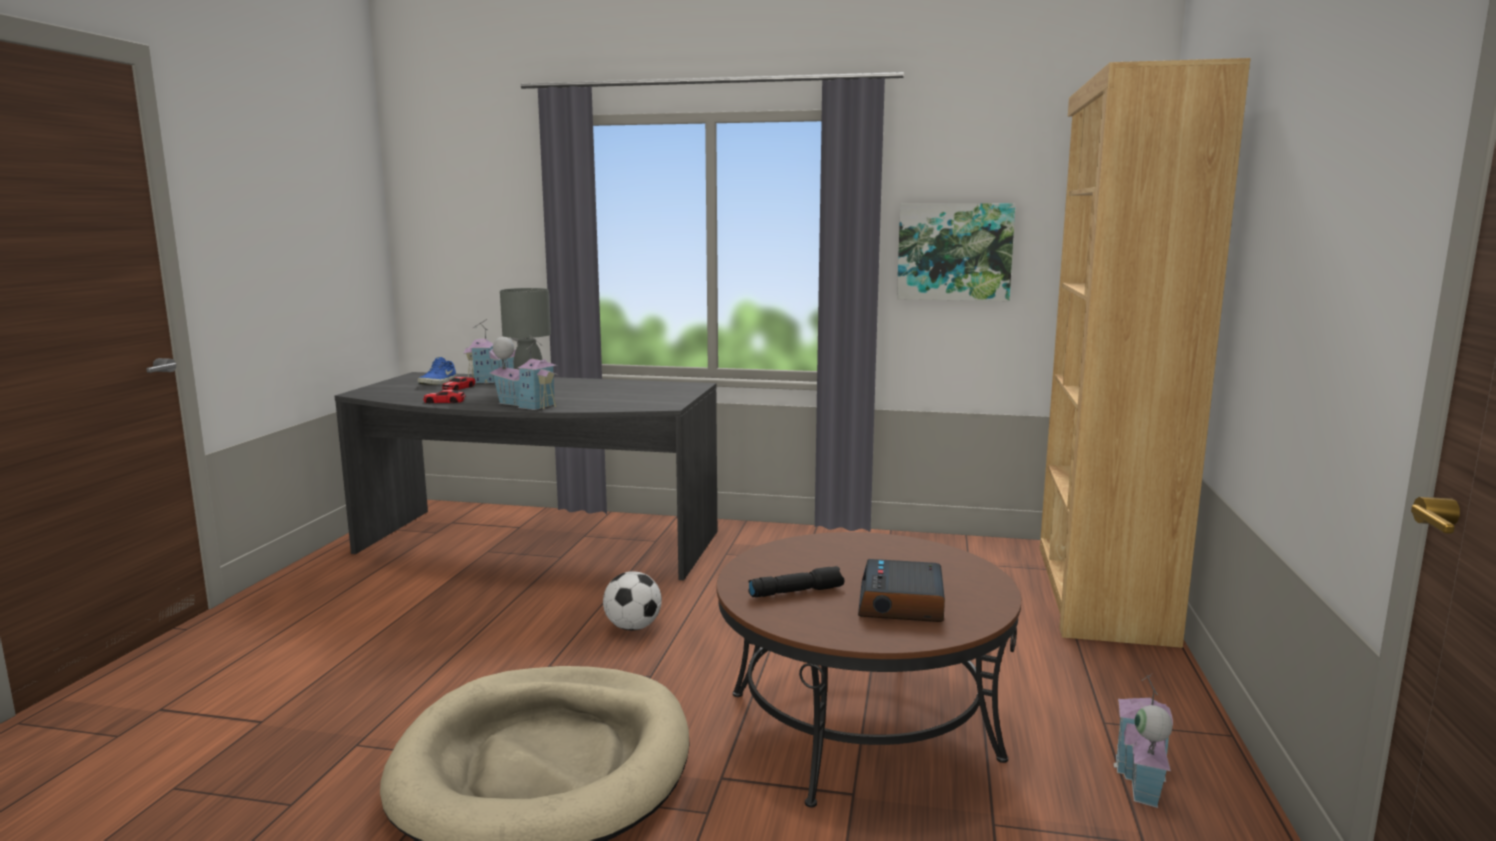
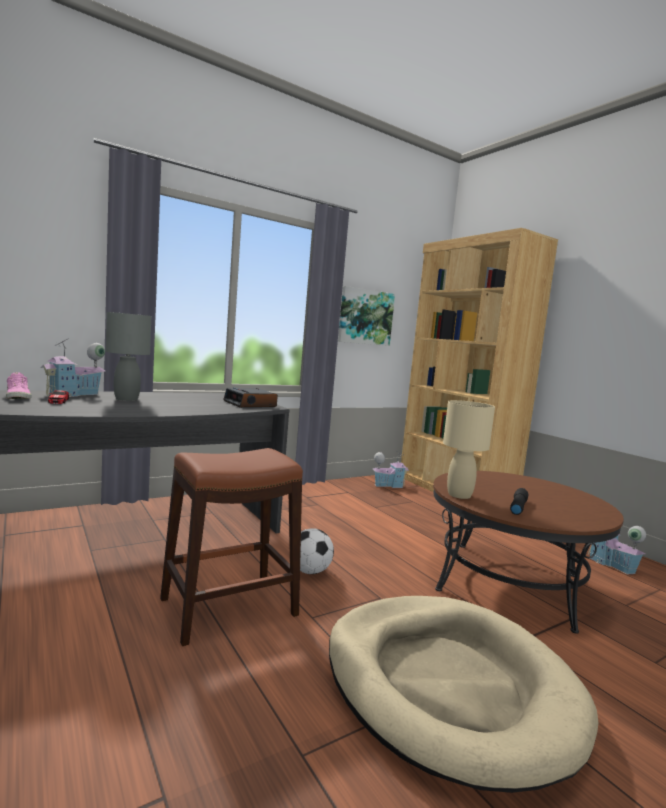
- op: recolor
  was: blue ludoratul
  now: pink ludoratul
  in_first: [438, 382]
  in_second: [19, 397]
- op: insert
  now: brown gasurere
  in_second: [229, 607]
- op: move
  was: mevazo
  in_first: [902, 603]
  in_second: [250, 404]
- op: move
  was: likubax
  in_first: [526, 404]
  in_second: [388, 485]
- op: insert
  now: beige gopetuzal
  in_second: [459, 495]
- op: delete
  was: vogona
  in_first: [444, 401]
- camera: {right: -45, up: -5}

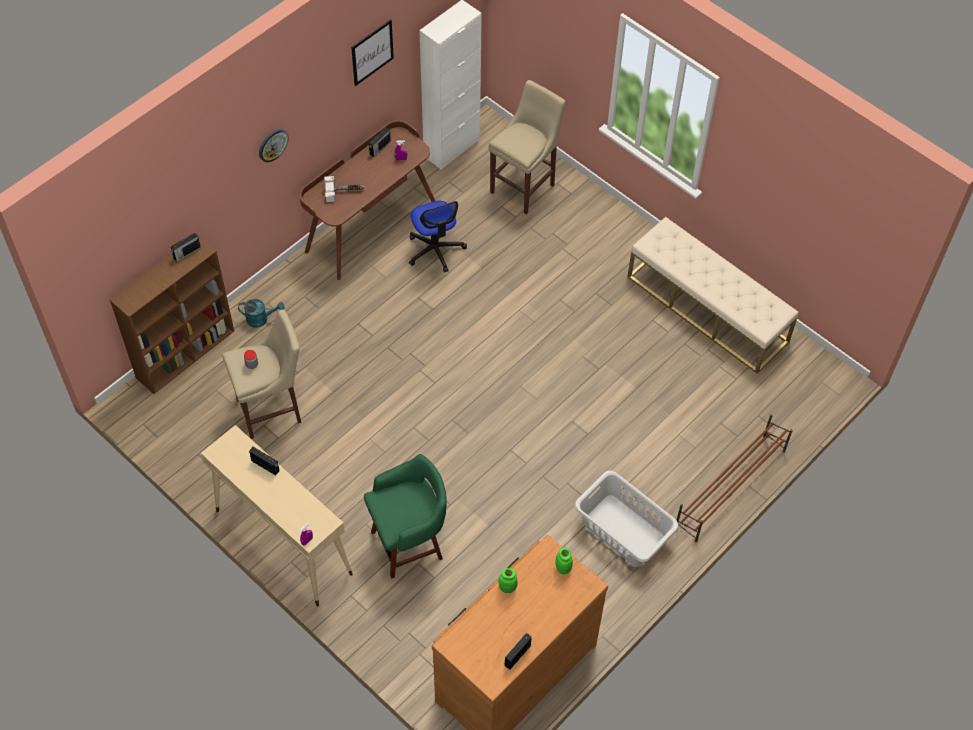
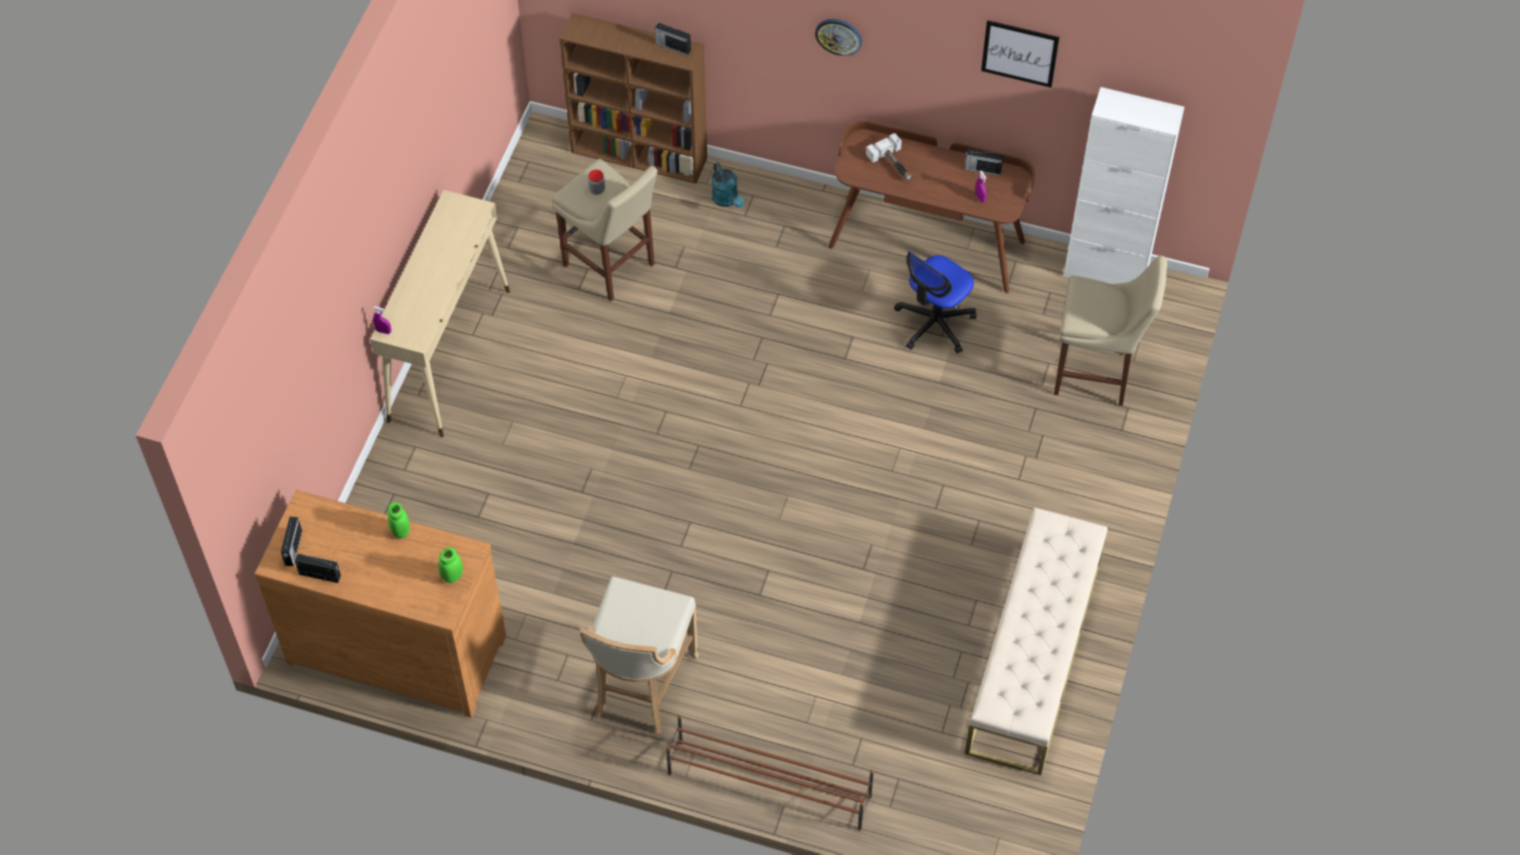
- op: move
  was: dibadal
  in_first: [265, 466]
  in_second: [293, 549]
- op: replace
  was: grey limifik
  now: beige gasurere
  in_first: [623, 531]
  in_second: [641, 687]
- op: delete
  was: green gasurere
  in_first: [409, 544]
- camera: {right: 65, up: 0}

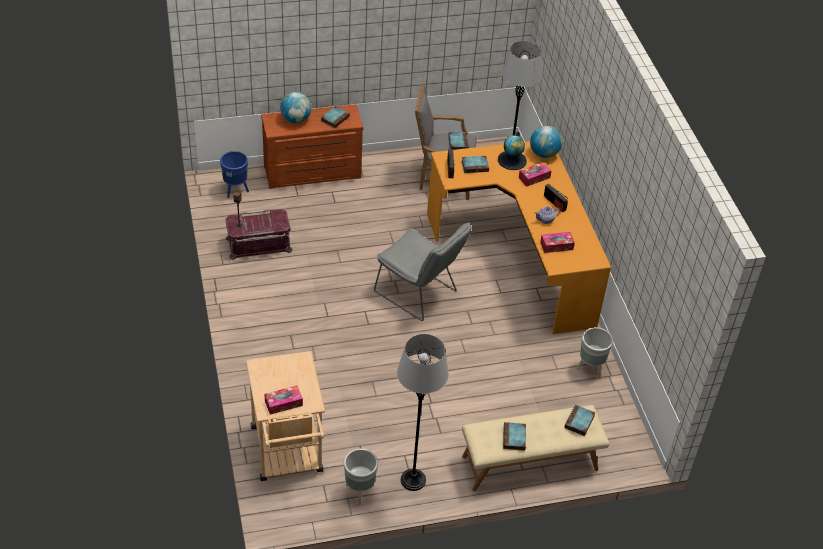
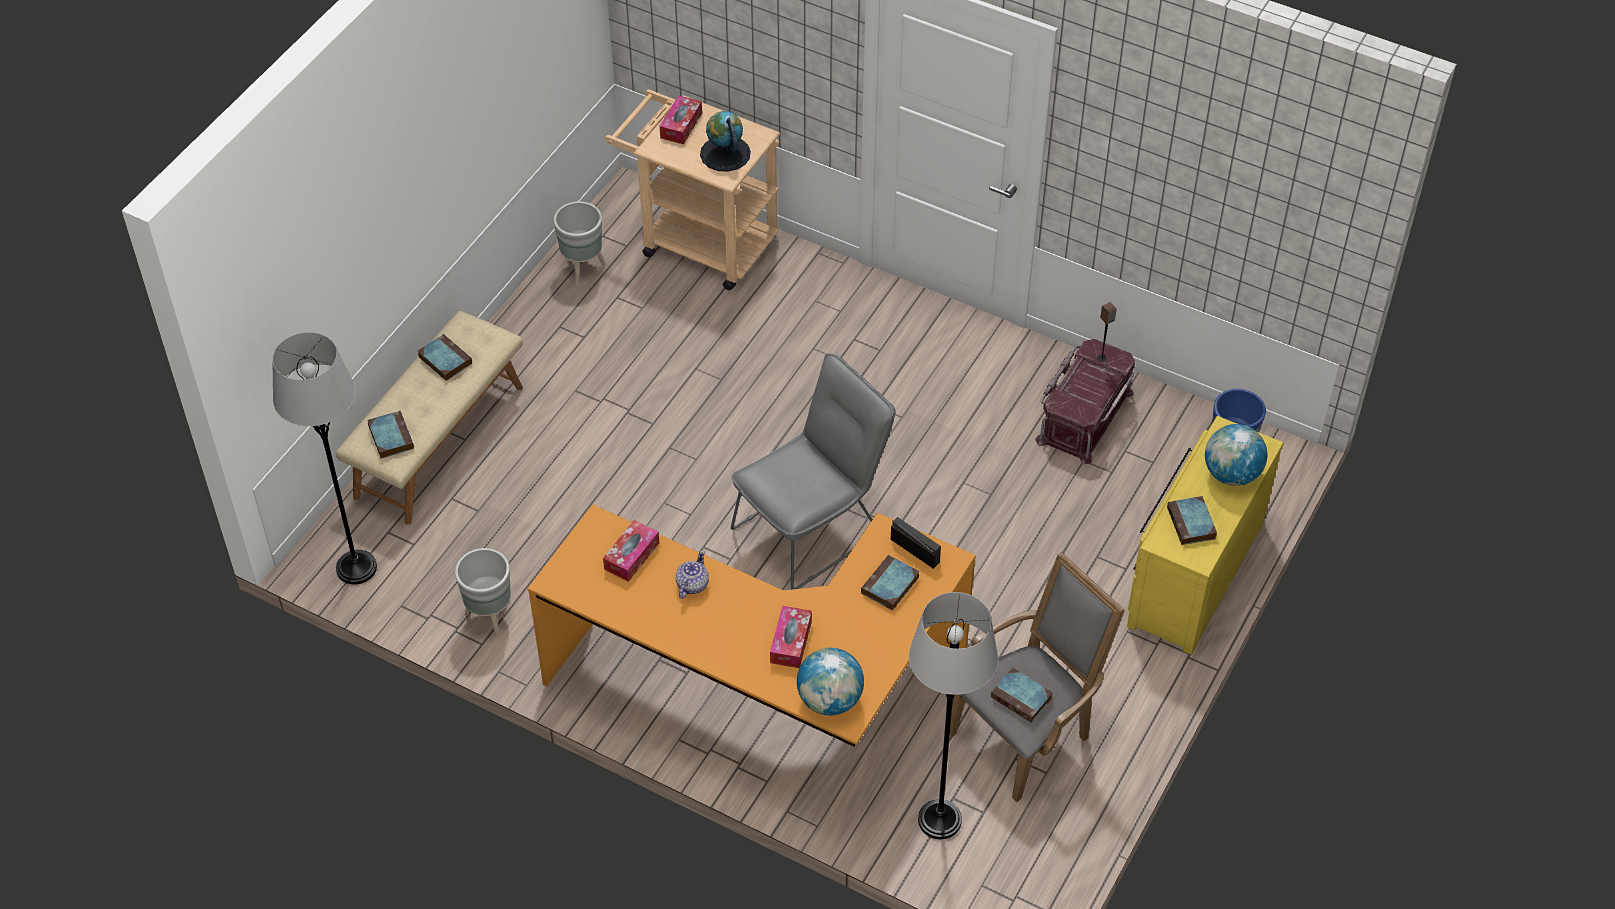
- op: move
  was: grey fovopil
  in_first: [413, 480]
  in_second: [356, 568]
- op: move
  was: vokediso
  in_first: [512, 160]
  in_second: [725, 154]
- op: rotate
  was: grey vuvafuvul
  in_first: [419, 294]
  in_second: [814, 527]
  clockwise: 150
- op: recolor
  was: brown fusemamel
  now: yellow fusemamel
  in_first: [313, 173]
  in_second: [1191, 572]
- op: delete
  was: dibadal
  in_first: [555, 203]
- camera: {right: 135, up: 5}

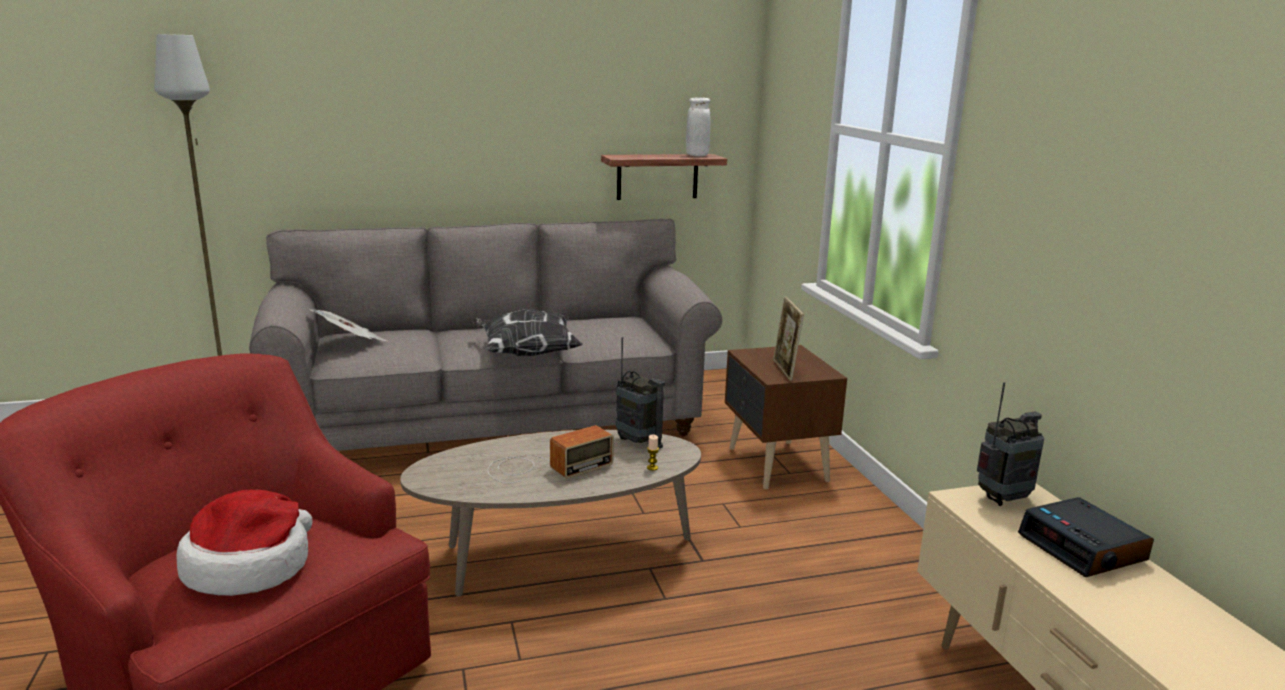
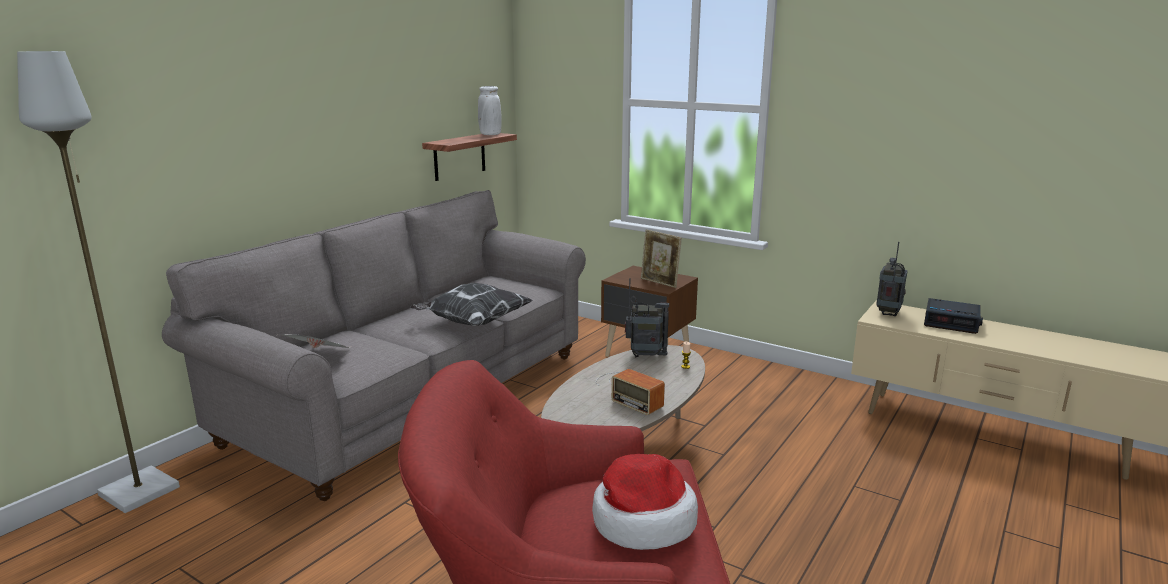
- op: rotate
  was: dibadal
  in_first: [545, 467]
  in_second: [629, 391]
  clockwise: 120
- camera: {right: -40, up: 0}

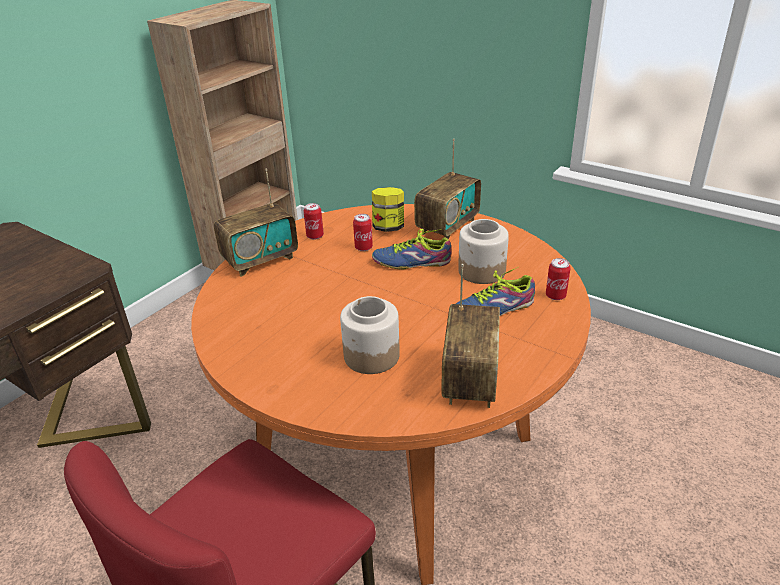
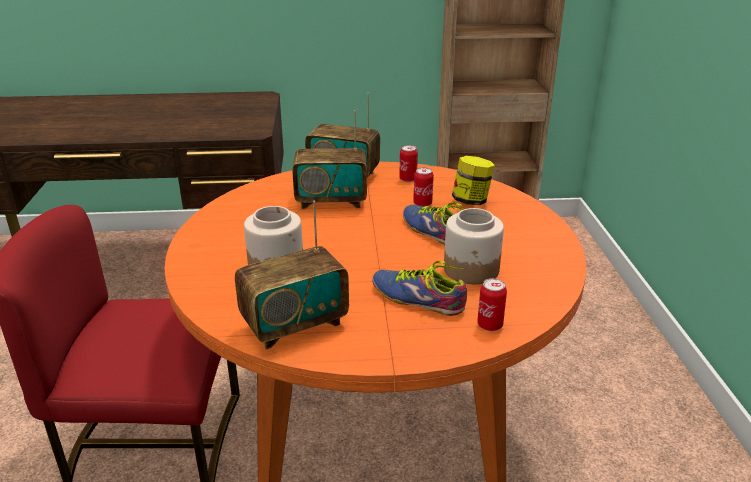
- op: move
  was: dibadal
  in_first: [447, 226]
  in_second: [331, 201]
- camera: {right: 50, up: -5}

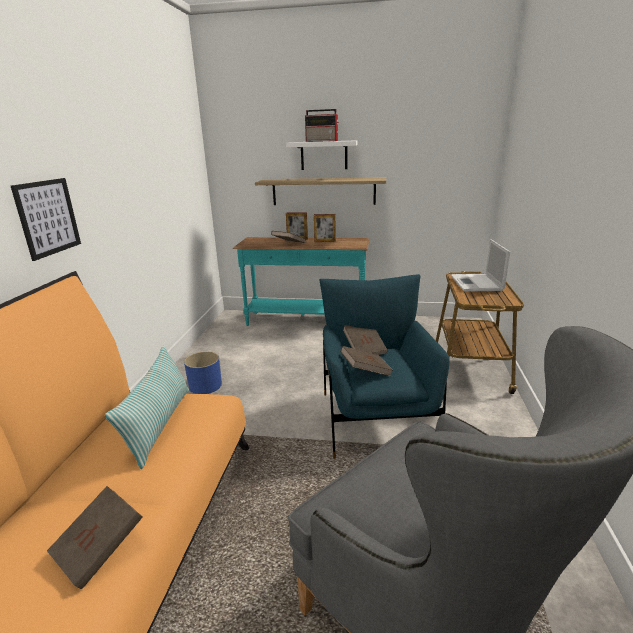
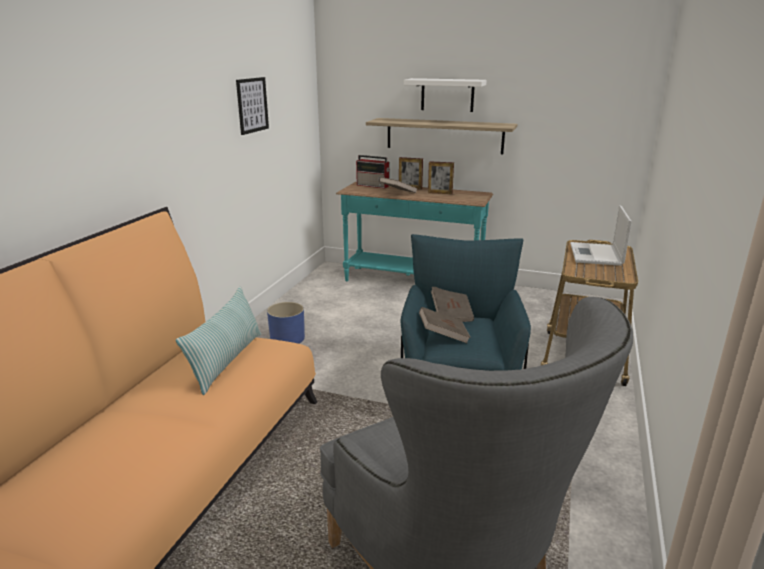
- op: move
  was: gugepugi
  in_first: [48, 217]
  in_second: [252, 105]
- op: move
  was: dibadal
  in_first: [322, 141]
  in_second: [373, 185]
- op: delete
  was: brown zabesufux
  in_first: [100, 549]
- camera: {right: 10, up: 0}

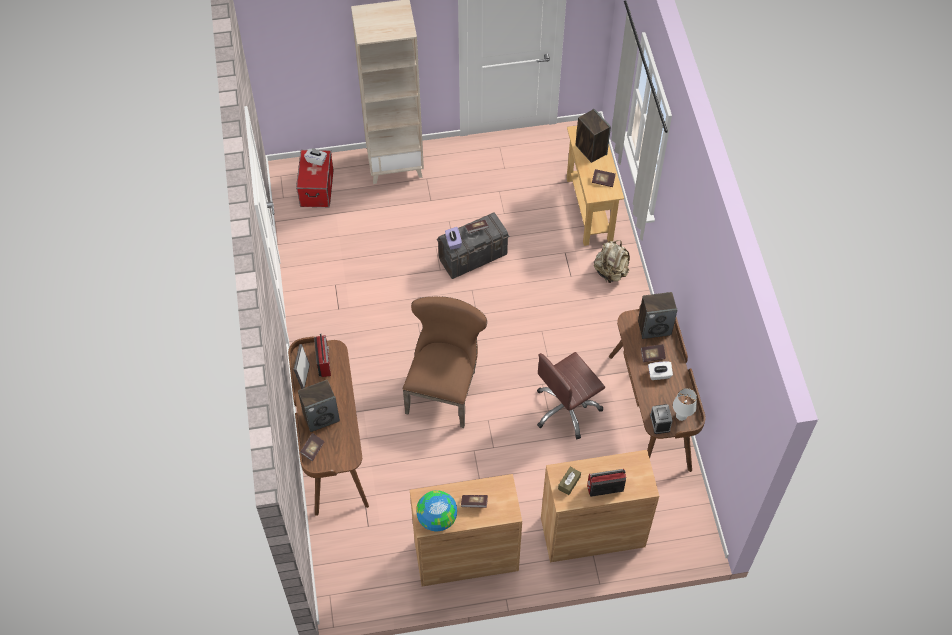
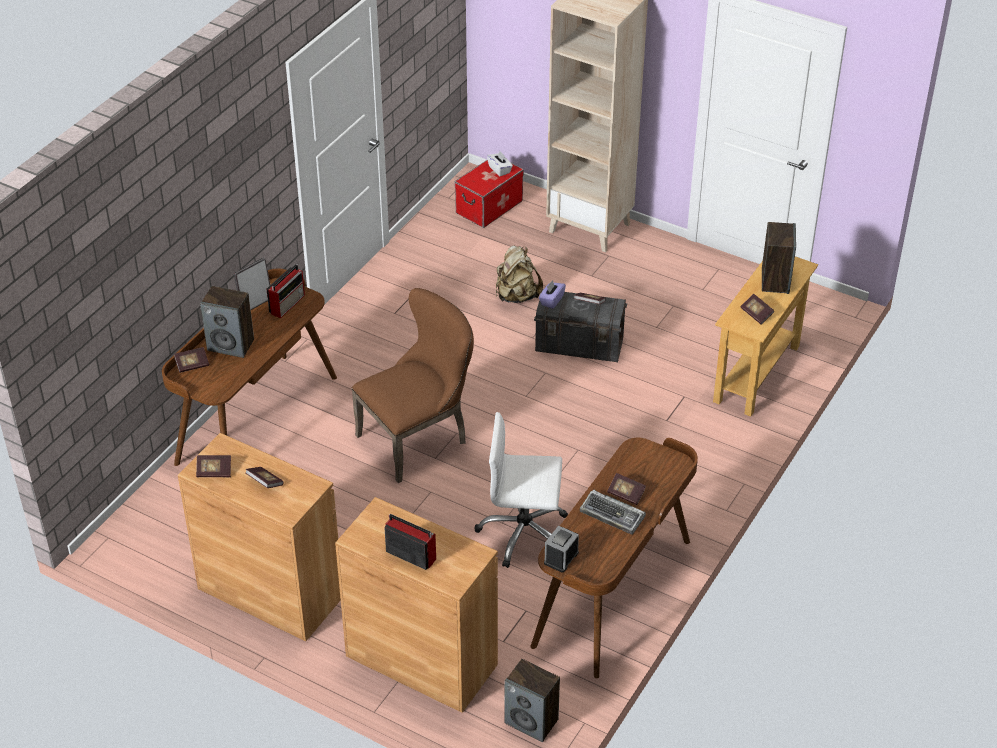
- op: replace
  was: vokediso
  now: zabesufux
  in_first: [436, 519]
  in_second: [214, 471]
- op: recolor
  was: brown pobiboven
  now: white pobiboven
  in_first: [567, 409]
  in_second: [523, 534]
- op: move
  was: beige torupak
  in_first: [611, 272]
  in_second: [516, 296]
- op: move
  was: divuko
  in_first: [654, 328]
  in_second: [532, 721]
- op: replace
  was: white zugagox
  now: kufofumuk
  in_first: [659, 375]
  in_second: [613, 515]
- op: delete
  was: brown zugagox
  in_first: [569, 483]
- op: delete
  was: white gopetuzal
  in_first: [681, 416]
- camera: {right: 40, up: -15}

